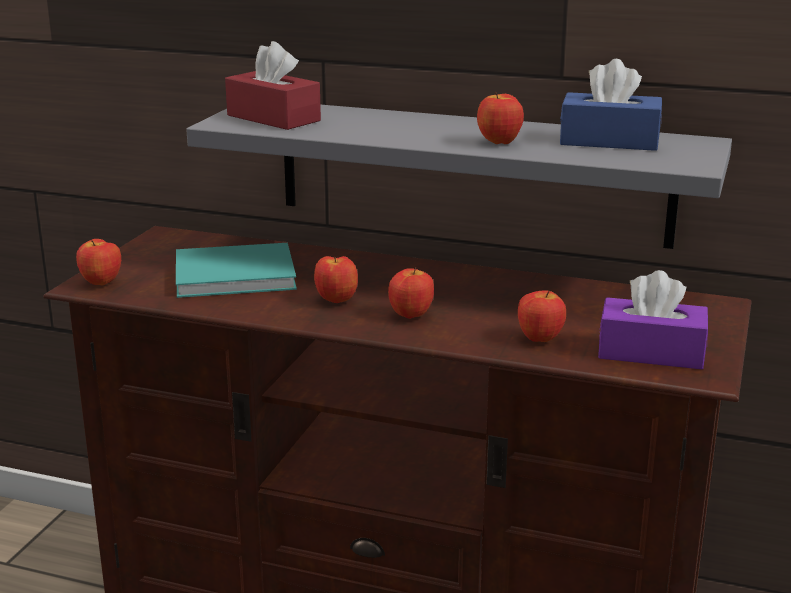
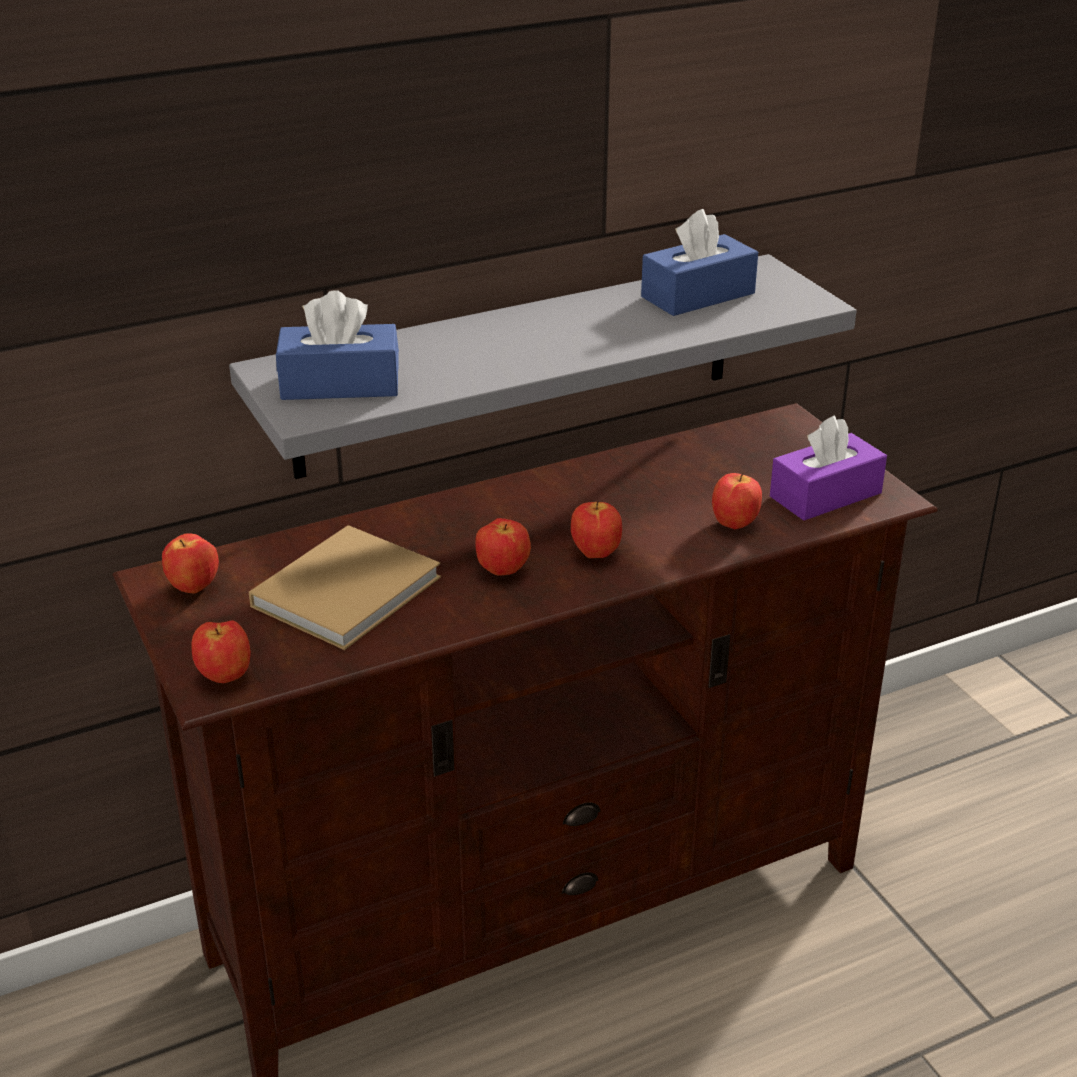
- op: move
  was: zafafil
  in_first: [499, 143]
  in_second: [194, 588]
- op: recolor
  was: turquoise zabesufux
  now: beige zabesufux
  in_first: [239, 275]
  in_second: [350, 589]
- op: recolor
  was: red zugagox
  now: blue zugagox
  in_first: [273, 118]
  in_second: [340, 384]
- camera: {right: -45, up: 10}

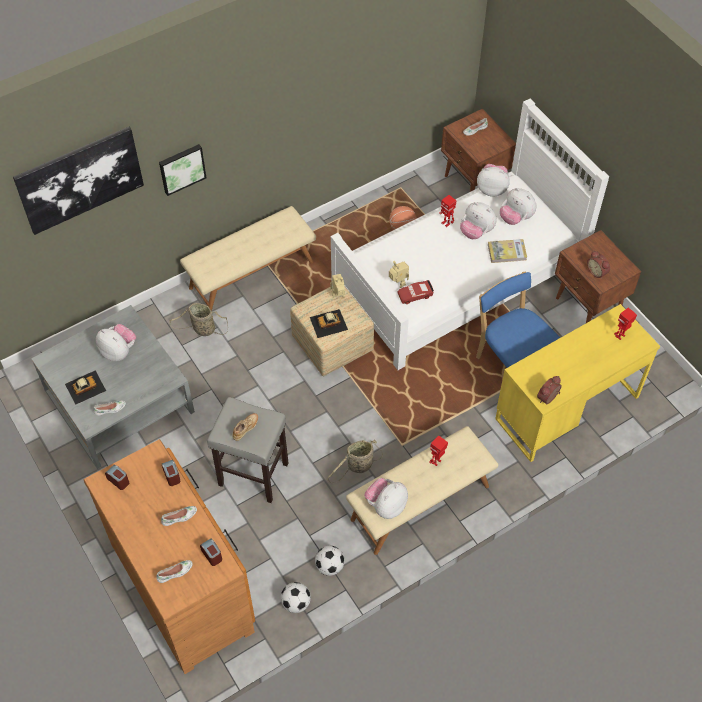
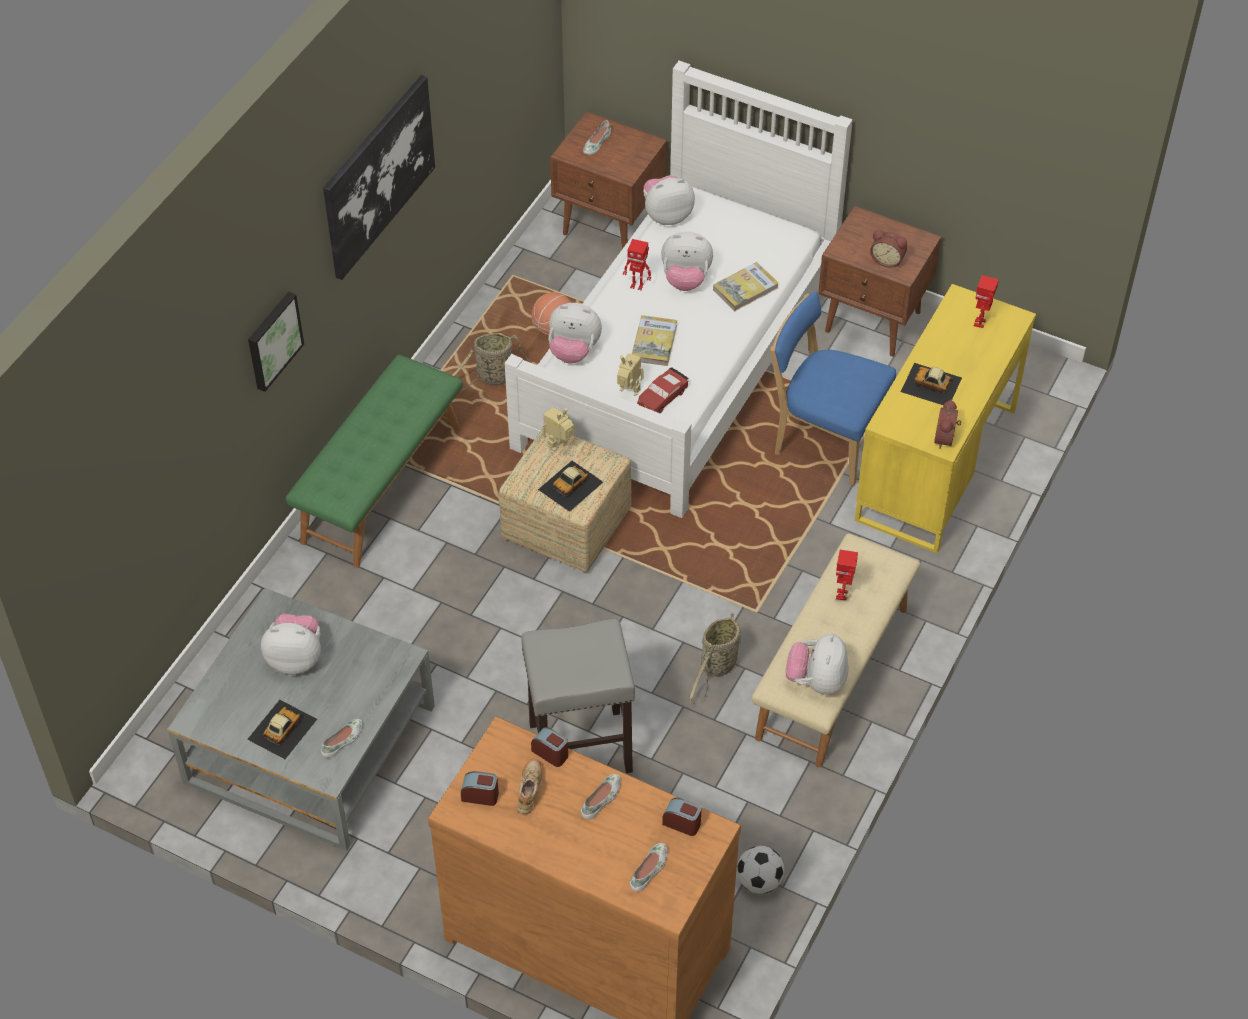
- op: recolor
  was: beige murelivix
  now: green murelivix
  in_first: [251, 274]
  in_second: [381, 484]
- op: move
  was: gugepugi
  in_first: [80, 179]
  in_second: [378, 176]
- op: move
  was: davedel
  in_first: [202, 329]
  in_second: [492, 378]
- op: move
  was: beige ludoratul
  in_first: [246, 429]
  in_second: [530, 790]
- op: move
  was: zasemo
  in_first: [515, 218]
  in_second: [573, 351]
- op: insert
  now: zabesufux
  in_second: [654, 343]
- op: insert
  now: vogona
  in_second: [931, 385]
- op: delete
  was: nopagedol
  in_first: [330, 566]
- camera: {right: -30, up: -5}

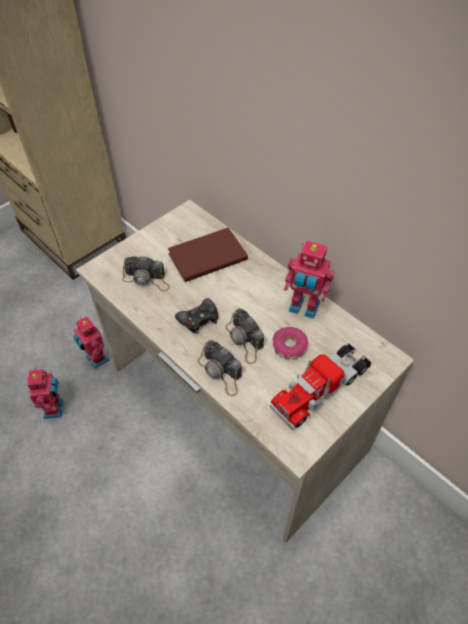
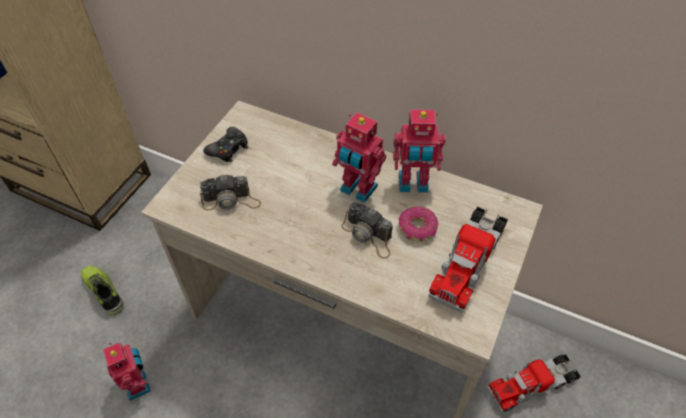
- op: insert
  now: ludoratul
  in_second: [104, 291]
- op: move
  was: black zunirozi
  in_first: [199, 319]
  in_second: [228, 149]
- op: move
  was: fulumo
  in_first: [96, 359]
  in_second: [357, 190]
- op: insert
  now: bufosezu
  in_second: [532, 384]
- op: delete
  was: brown zabesufux
  in_first: [206, 256]
- op: delete
  was: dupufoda
  in_first: [221, 372]
- camera: {right: -20, up: 0}

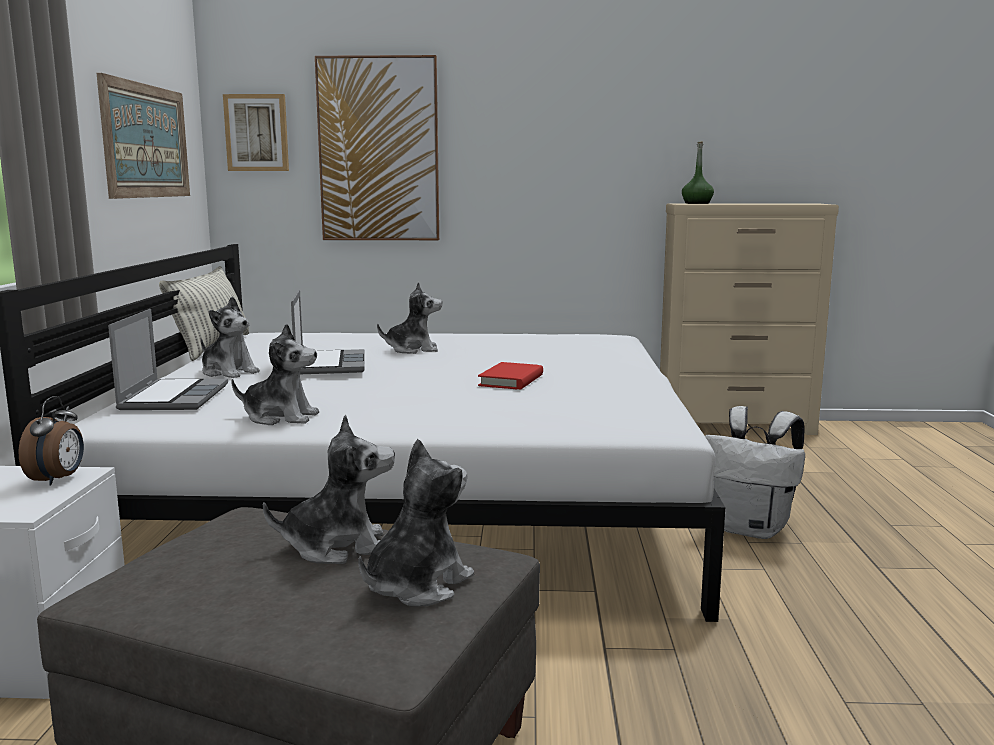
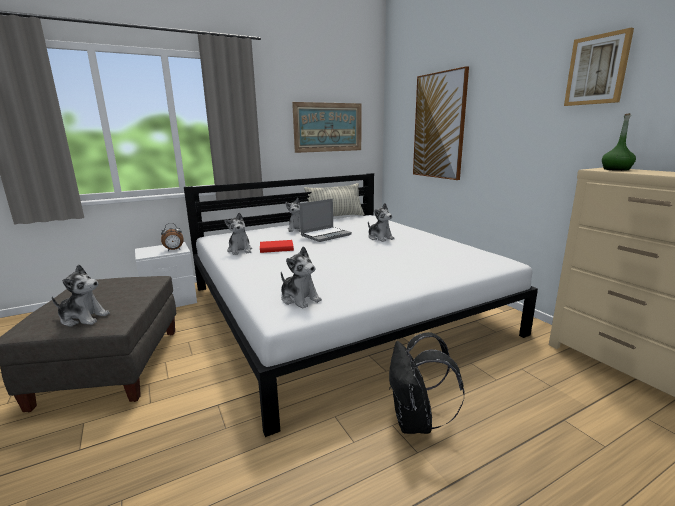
- op: move
  was: red zabesufux
  in_first: [511, 380]
  in_second: [276, 248]
- op: move
  was: zasemo
  in_first: [337, 547]
  in_second: [299, 299]
- op: recolor
  was: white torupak
  now: black torupak
  in_first: [751, 529]
  in_second: [416, 422]
- op: move
  was: gugepugi
  in_first: [257, 133]
  in_second: [597, 70]
- op: delete
  was: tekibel
  in_first: [173, 397]
- camera: {right: 60, up: 5}

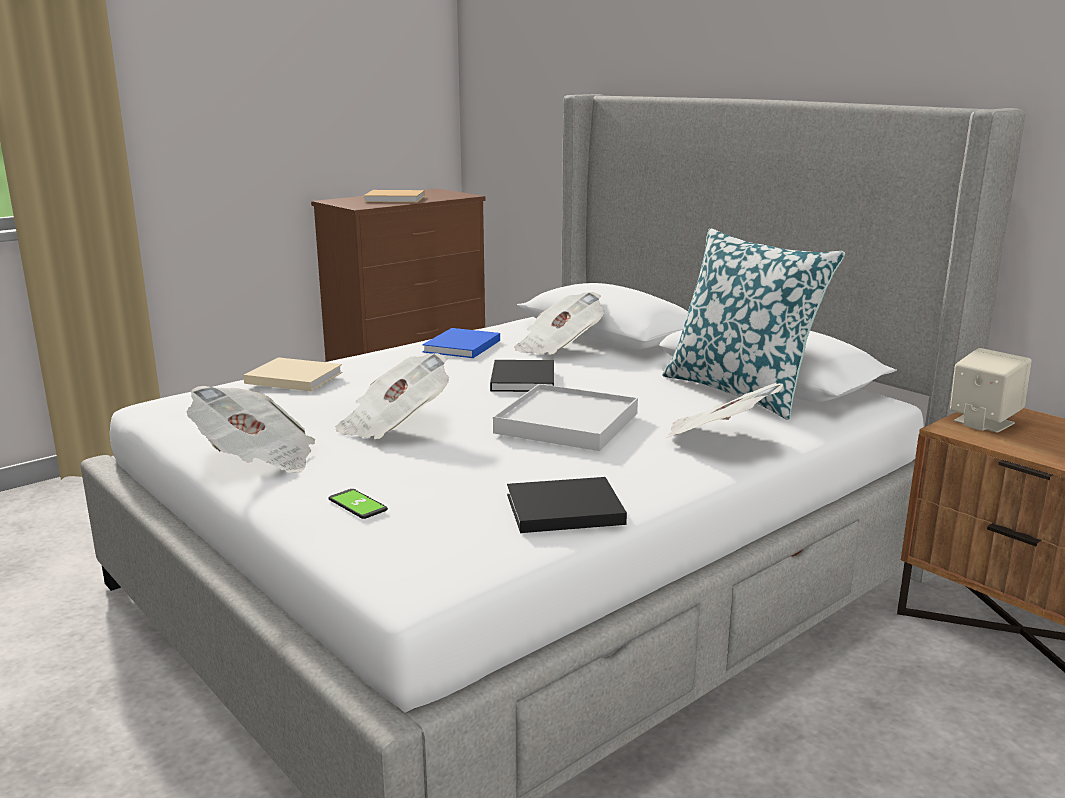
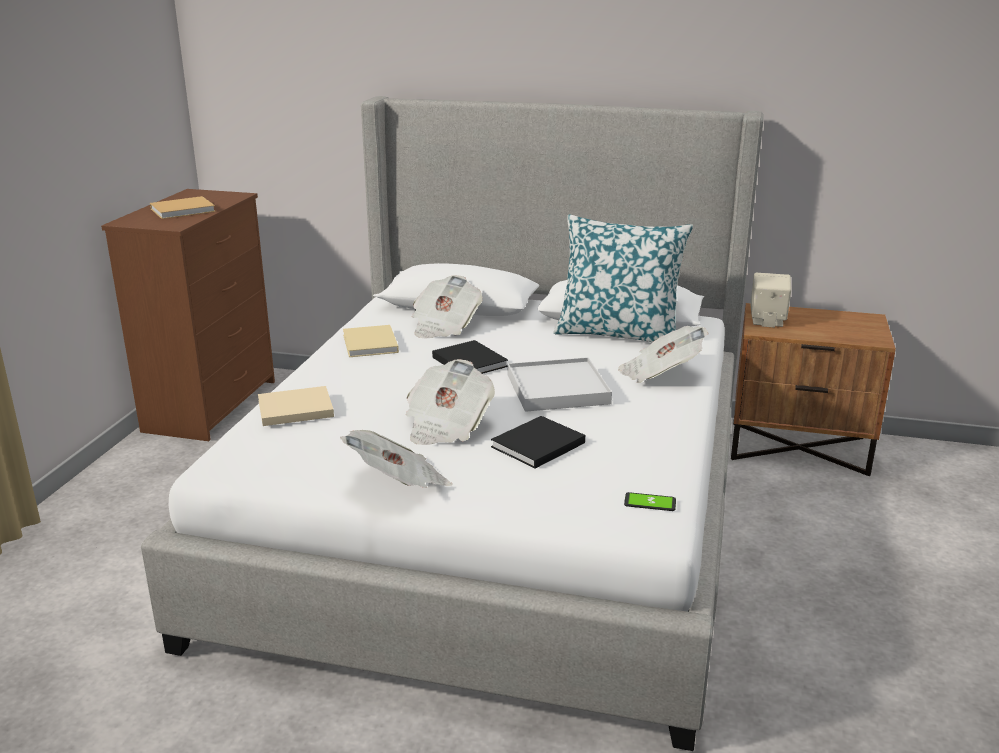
- op: recolor
  was: blue zabesufux
  now: beige zabesufux
  in_first: [461, 347]
  in_second: [370, 344]
- op: move
  was: black zabesufux
  in_first: [561, 509]
  in_second: [536, 446]
- op: move
  was: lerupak
  in_first: [357, 505]
  in_second: [650, 503]
- camera: {right: -35, up: 5}

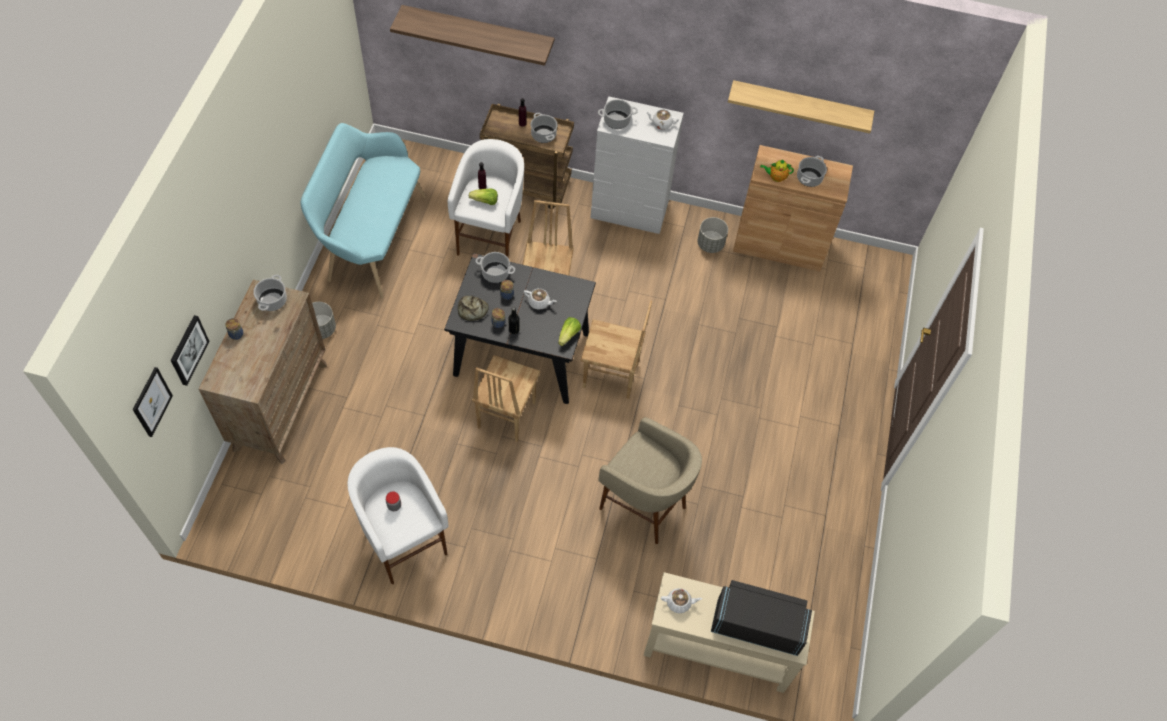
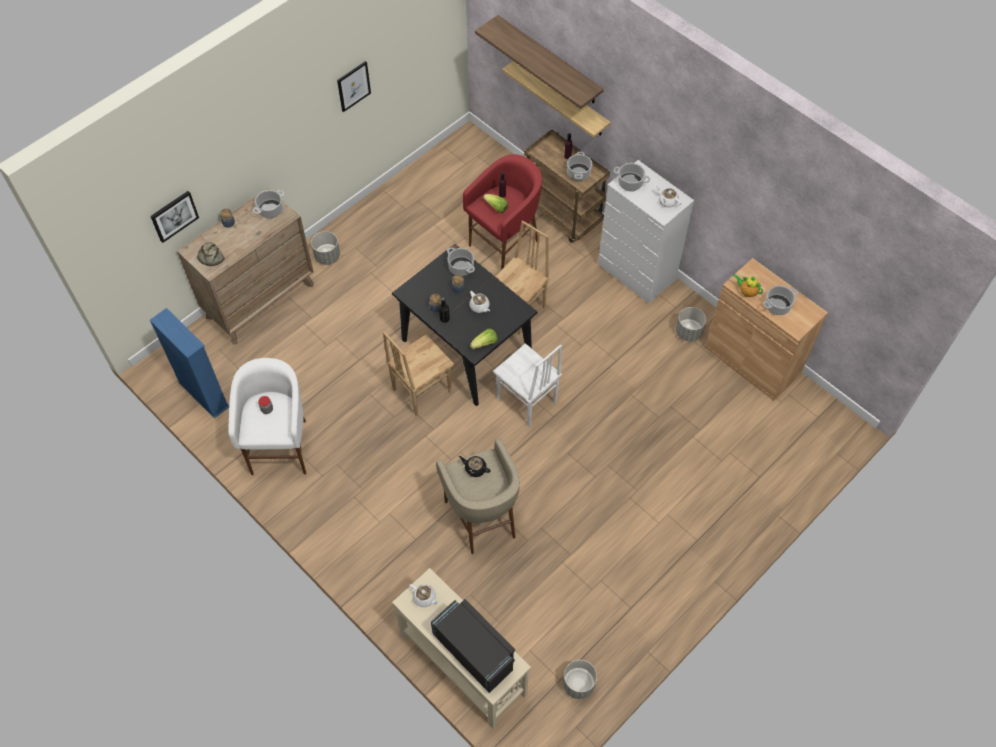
- op: insert
  now: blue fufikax
  in_second: [204, 394]
- op: move
  was: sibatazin
  in_first: [472, 310]
  in_second: [211, 257]
- op: move
  was: gugepugi
  in_first: [151, 402]
  in_second: [353, 86]
- op: insert
  now: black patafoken
  in_second: [475, 468]
- op: recolor
  was: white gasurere
  now: red gasurere
  in_first: [491, 238]
  in_second: [505, 244]
- op: recolor
  was: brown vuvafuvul
  now: white vuvafuvul
  in_first: [611, 377]
  in_second: [526, 401]
- op: move
  was: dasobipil
  in_first: [800, 105]
  in_second: [563, 98]
- op: insert
  now: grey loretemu
  in_second: [578, 684]
- op: delete
  was: turquoise murelivix
  in_first: [371, 238]
- camera: {right: 35, up: 0}

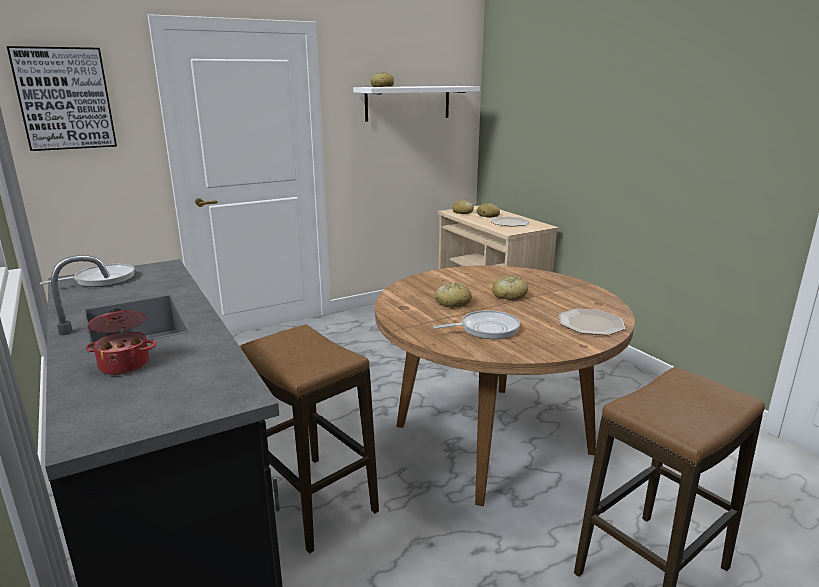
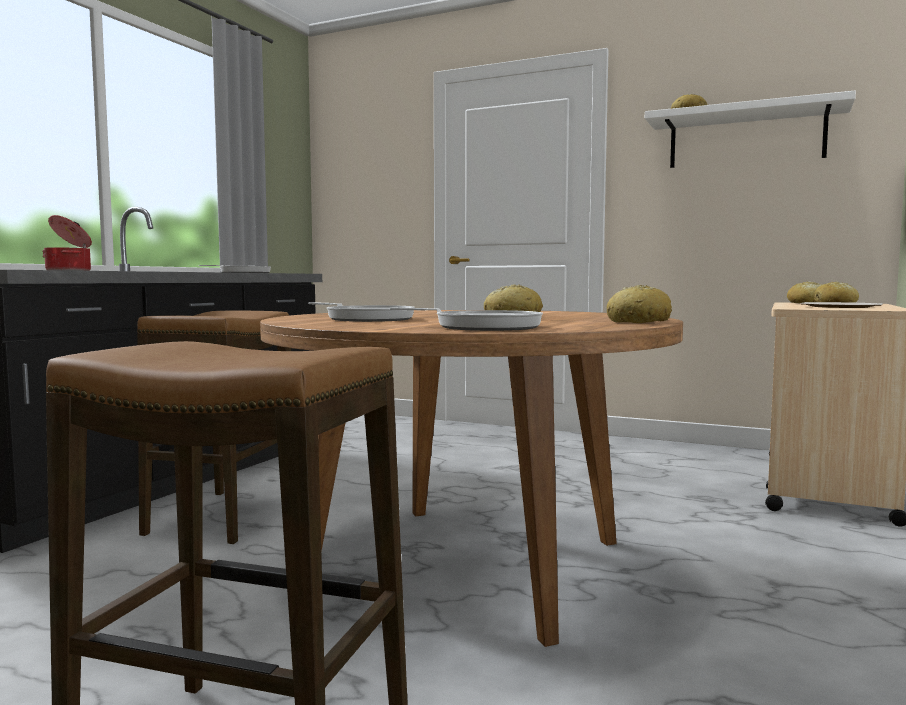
- op: replace
  was: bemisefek
  now: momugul
  in_first: [589, 323]
  in_second: [481, 327]
- op: move
  was: sibatazin
  in_first: [452, 302]
  in_second: [638, 322]
- op: delete
  was: gugepugi
  in_first: [65, 99]
- camera: {right: 55, up: -15}

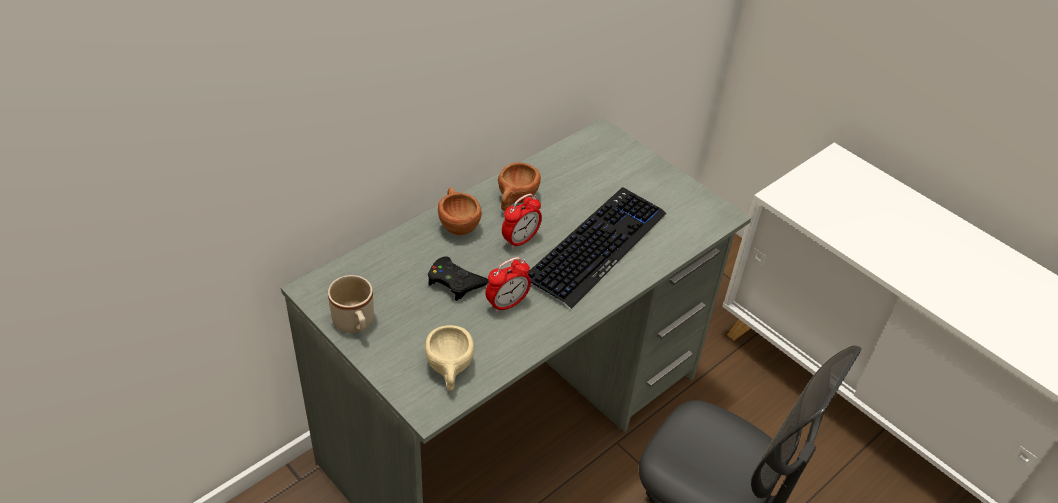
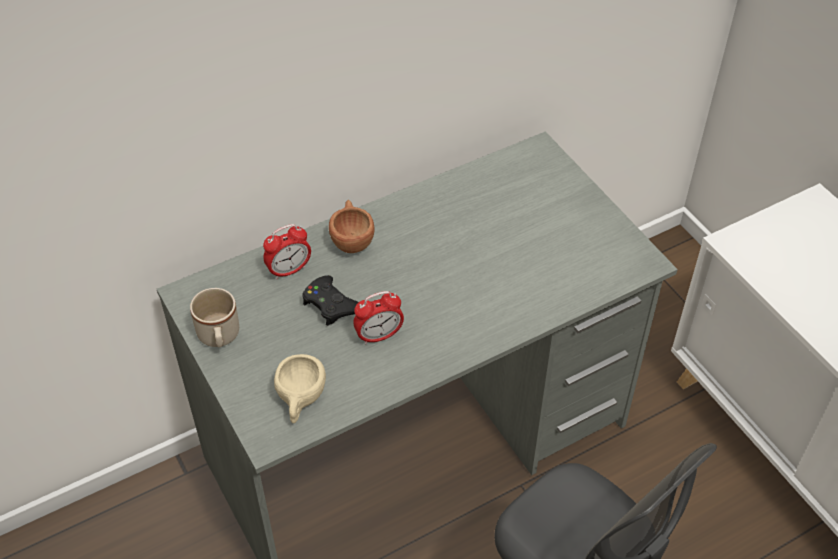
- op: move
  was: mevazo
  in_first: [520, 240]
  in_second: [289, 270]
- op: delete
  was: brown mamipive
  in_first: [515, 200]
- op: delete
  was: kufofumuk
  in_first: [596, 246]
- camera: {right: 15, up: 5}

